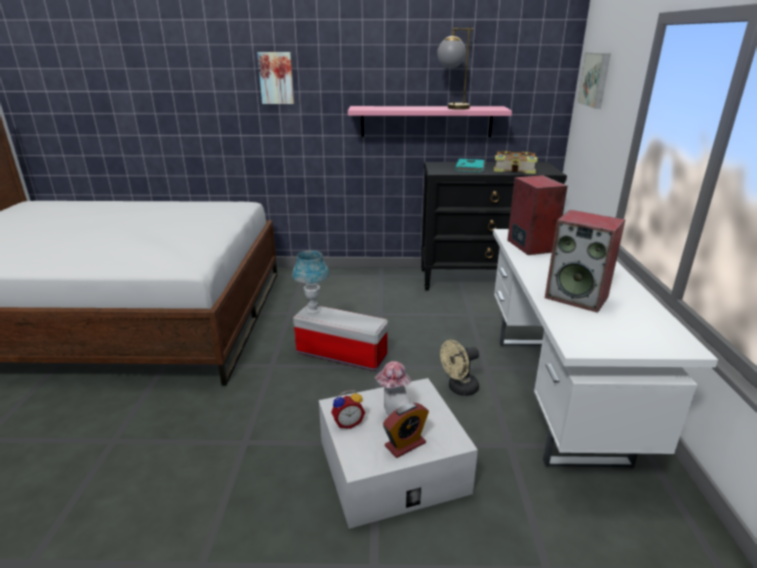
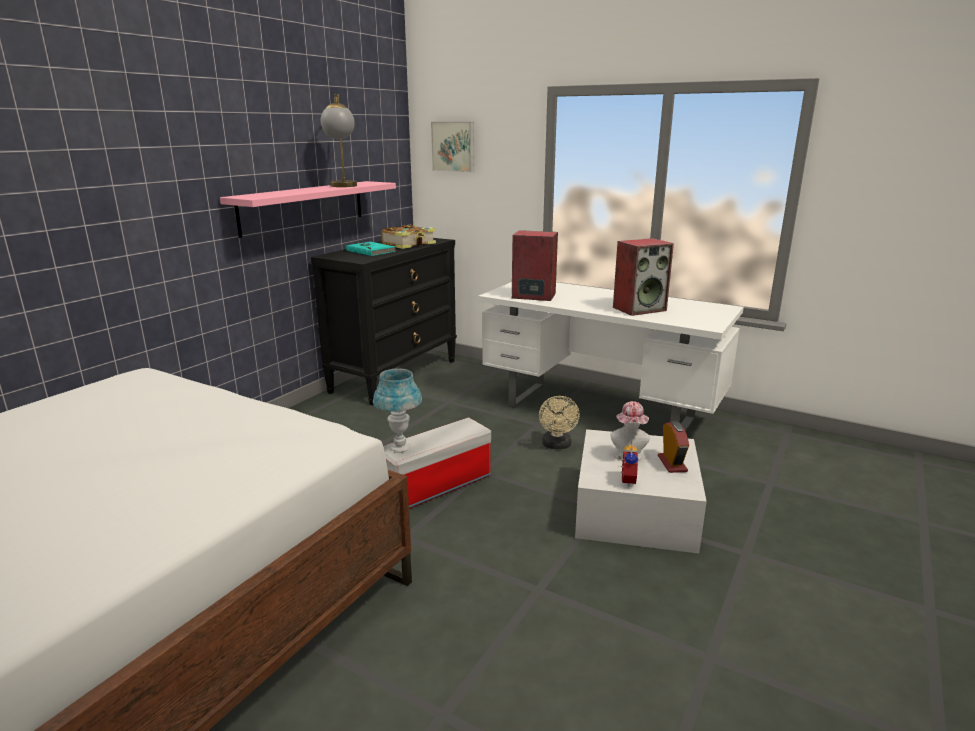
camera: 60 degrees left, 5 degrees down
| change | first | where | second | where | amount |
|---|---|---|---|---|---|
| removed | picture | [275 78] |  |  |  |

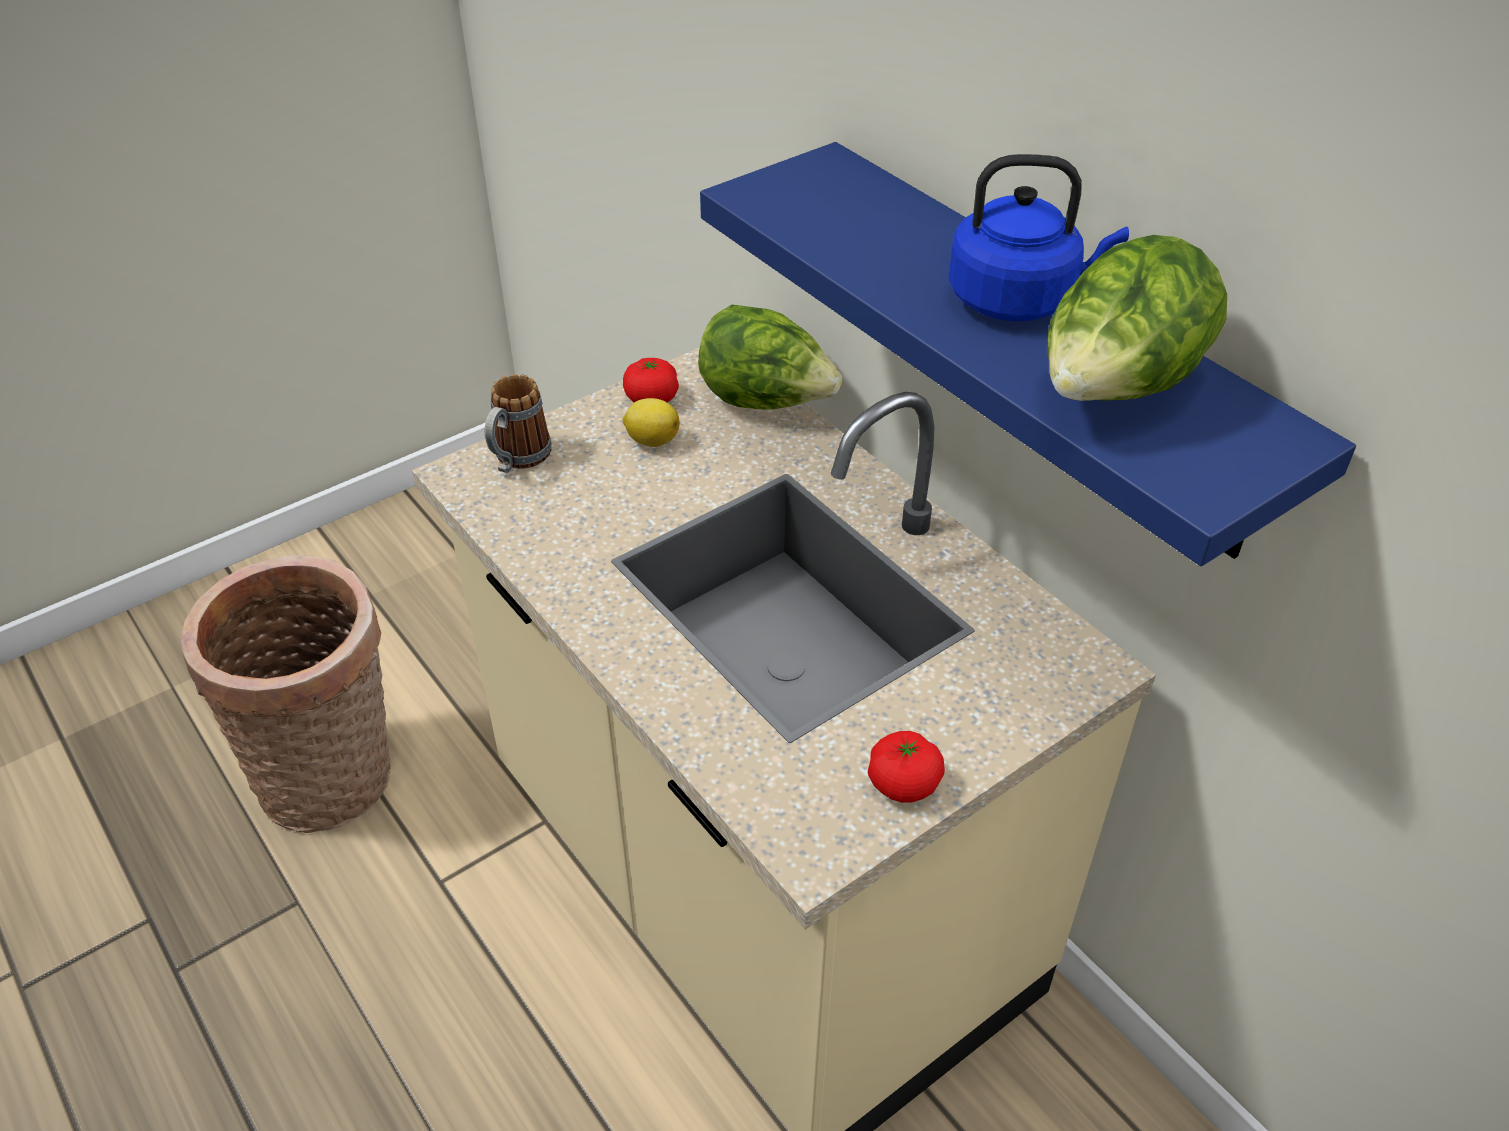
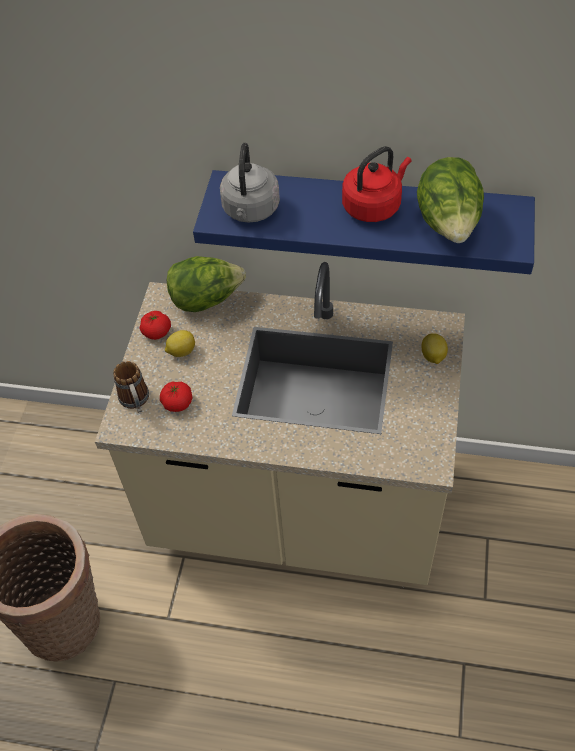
camera: 40 degrees left, 10 degrees up
| change | first | where | second | where | amount |
|---|---|---|---|---|---|
| recoloured | blue kettle | [1039 238] | red kettle | [376 184] |  |
| moved | tomato | [906 767] |  | [176 397] |  |
| added |  |  | grey kettle | [250 183] |  |
| added |  |  | lemon | [434 348] |  |

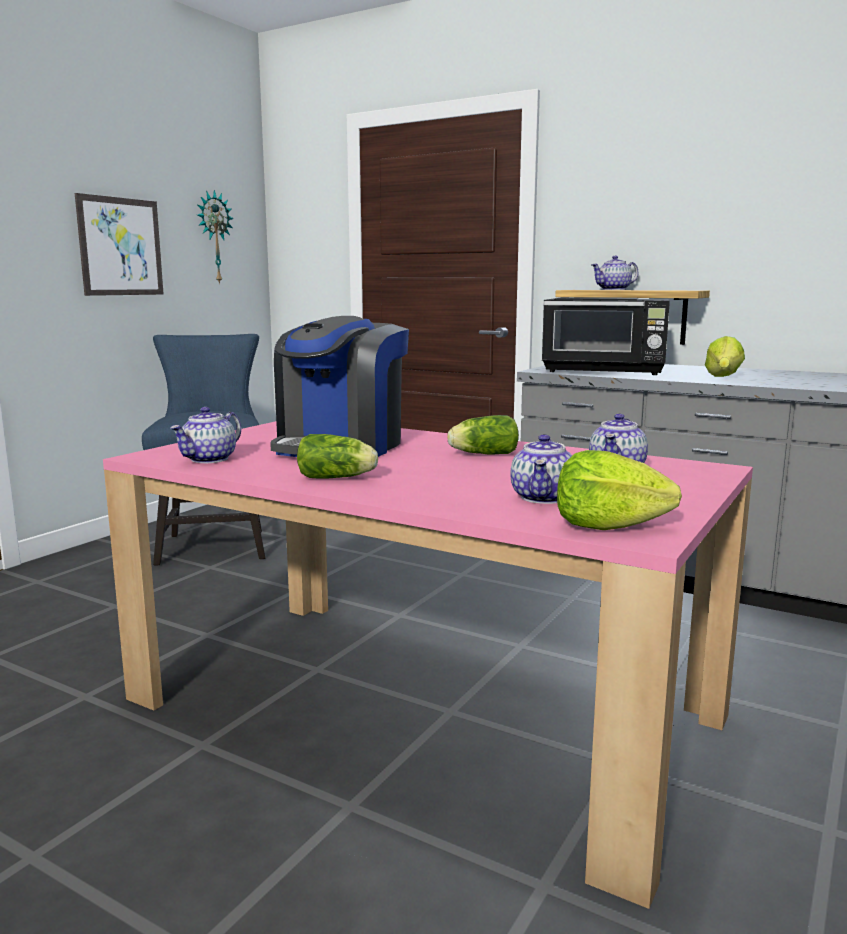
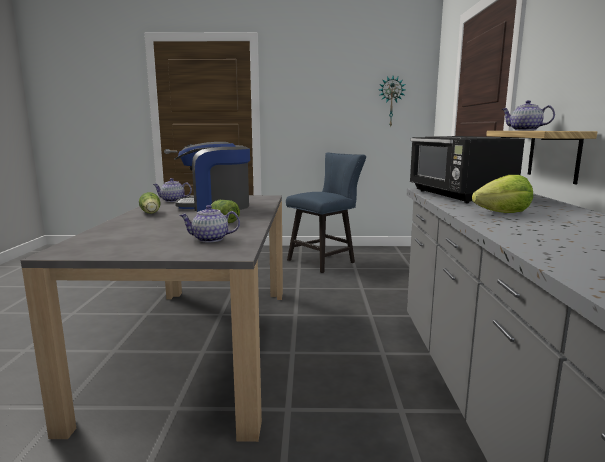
camera: 60 degrees right, 0 degrees up
| change | first | where | second | where | amount |
|---|---|---|---|---|---|
| removed | picture | [119 244] |  |  |  |
| recoloured | pink dining table | [428 665] | grey dining table | [152 318] |  |
| removed | teapot | [541 469] |  |  |  |
| removed | lettuce | [619 490] |  |  |  |

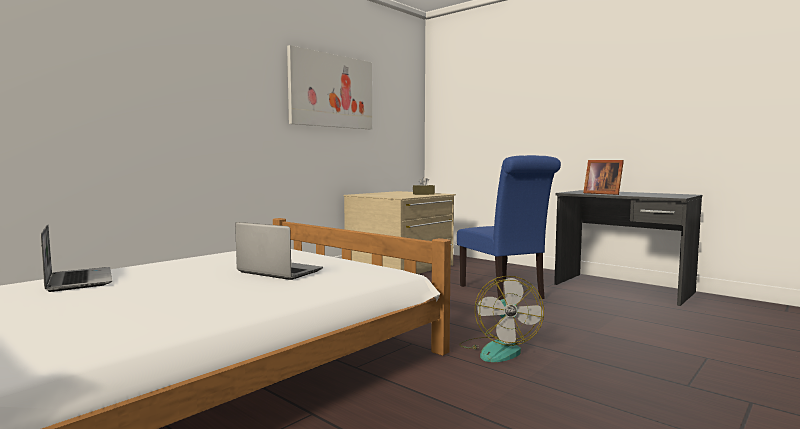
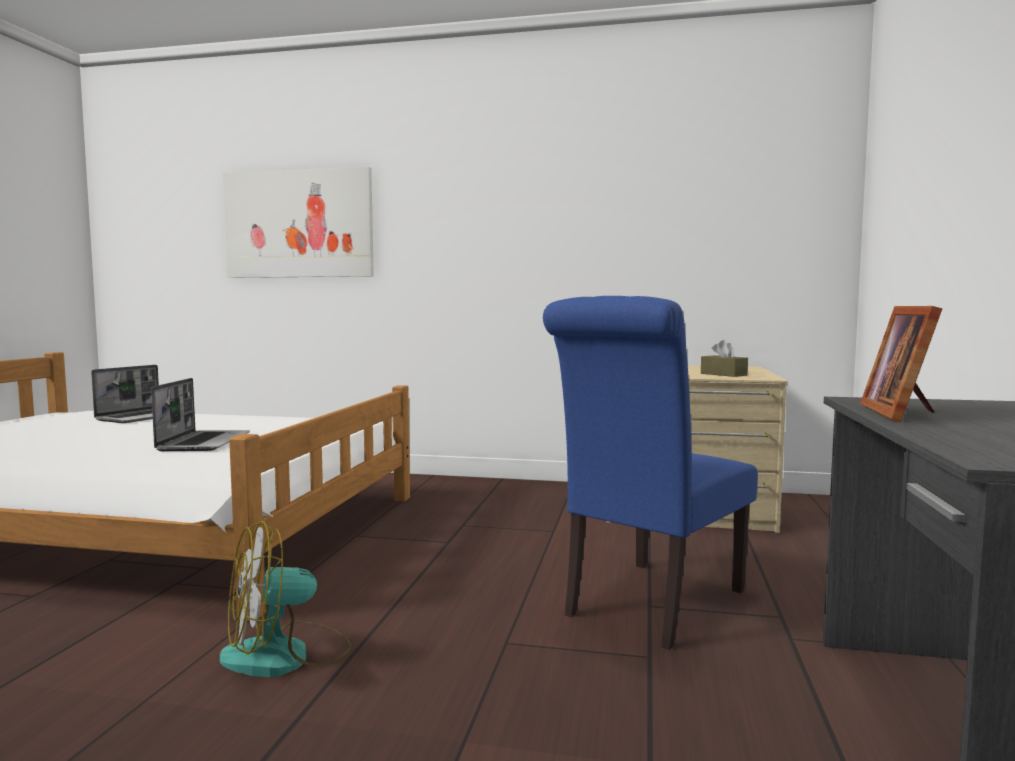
camera: 60 degrees right, 0 degrees up
| change | first | where | second | where | amount |
|---|---|---|---|---|---|
| moved | picture | [329 87] |  | [298 222] |  |

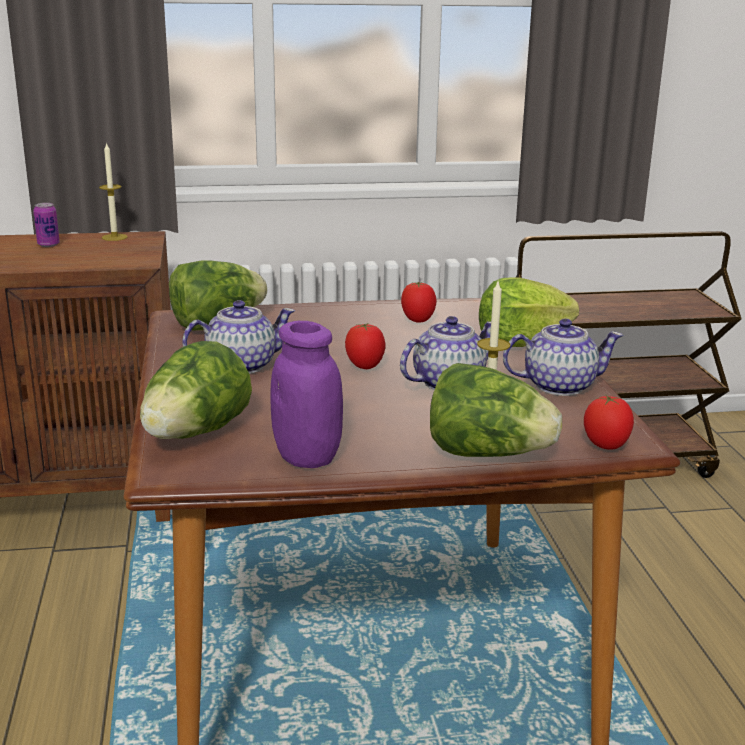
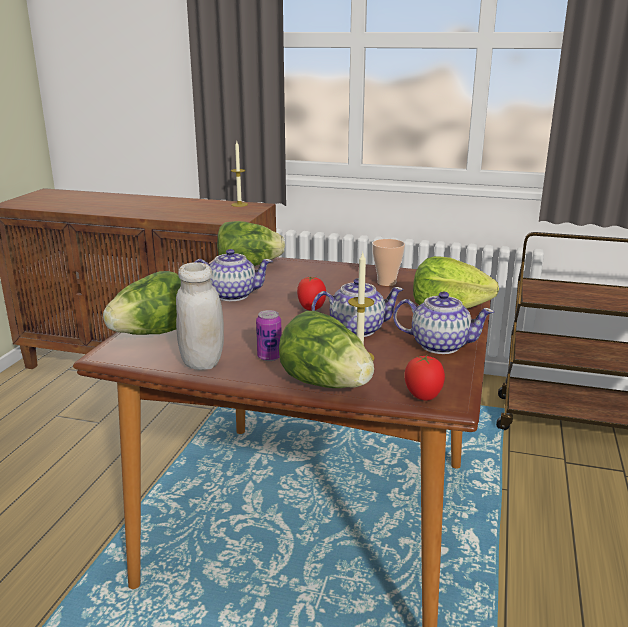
camera: 25 degrees right, 0 degrees up
| change | first | where | second | where | amount |
|---|---|---|---|---|---|
| moved | can | [46 225] |  | [269 335] |  |
| replaced | tomato | [418 302] | cup | [388 262] |  |
| recoloured | purple jar | [306 394] | white jar | [200 316] |  |

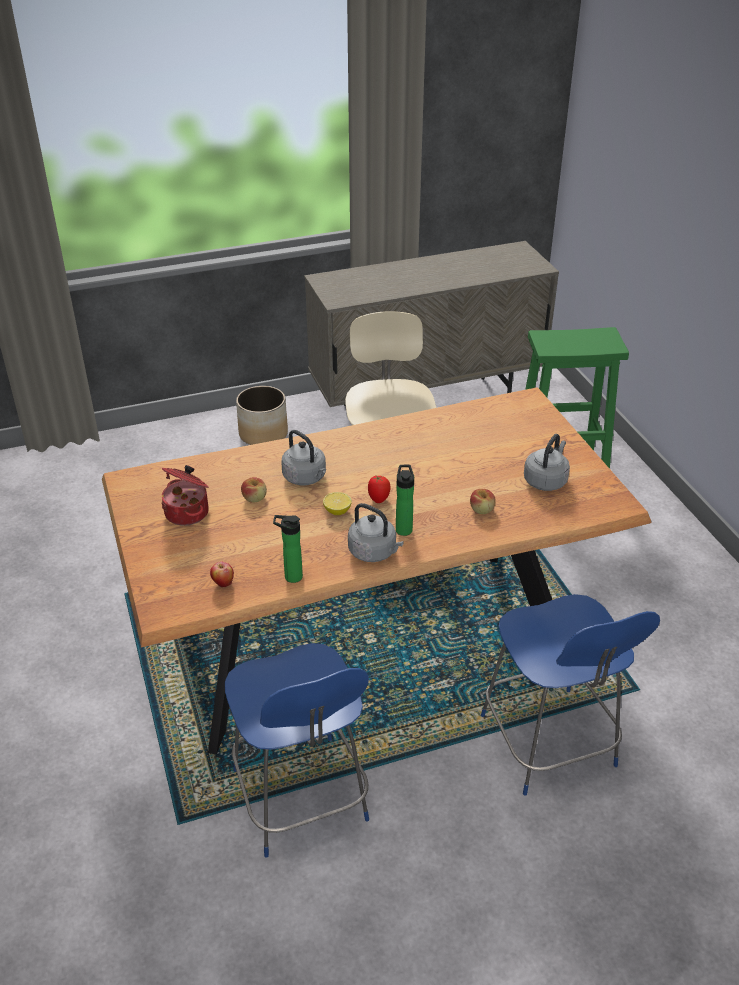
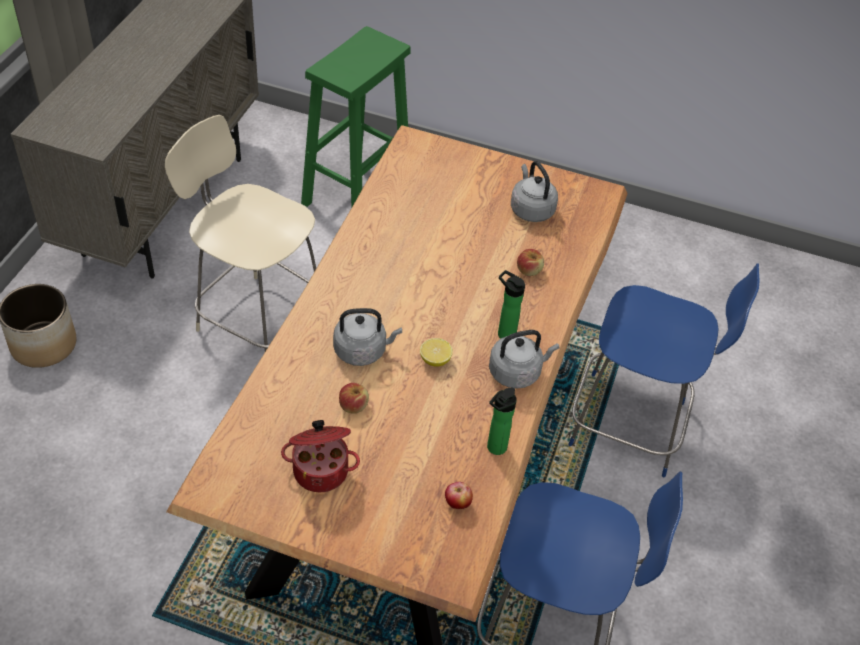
camera: 55 degrees left, 10 degrees up
| change | first | where | second | where | amount |
|---|---|---|---|---|---|
| removed | tomato | [379 489] |  |  |  |

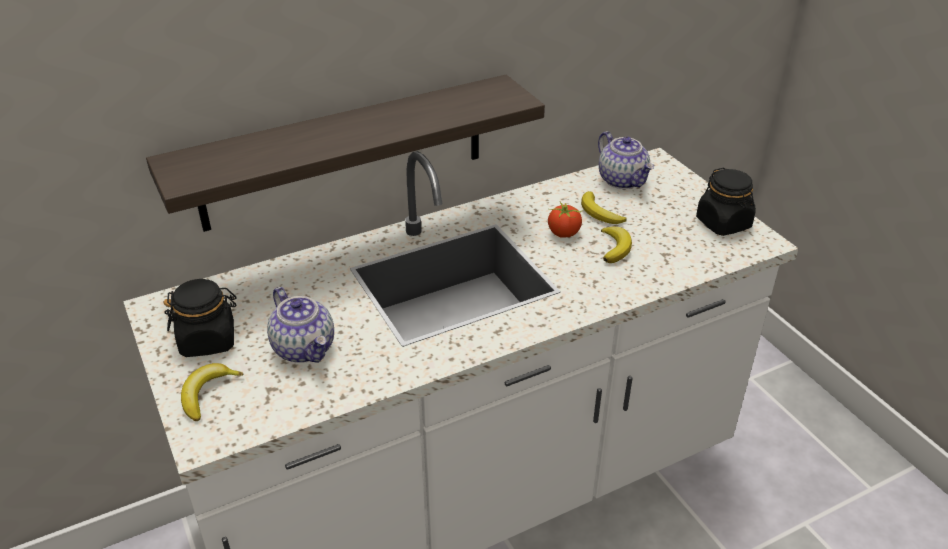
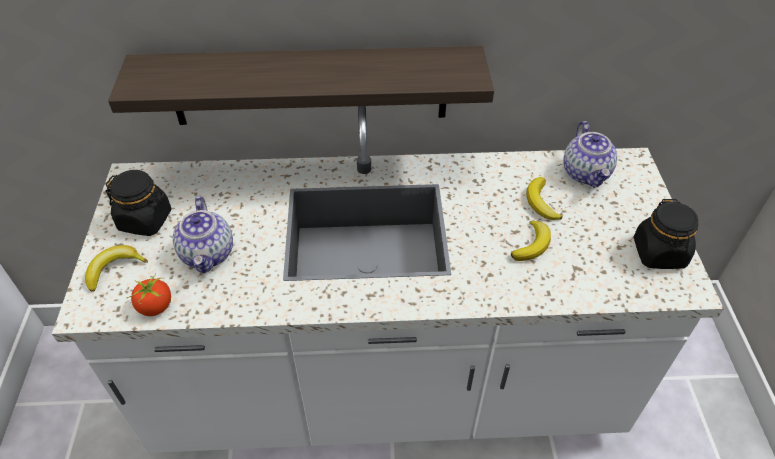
camera: 25 degrees right, 10 degrees up
| change | first | where | second | where | amount |
|---|---|---|---|---|---|
| moved | tomato | [565 219] |  | [148 294] |  |

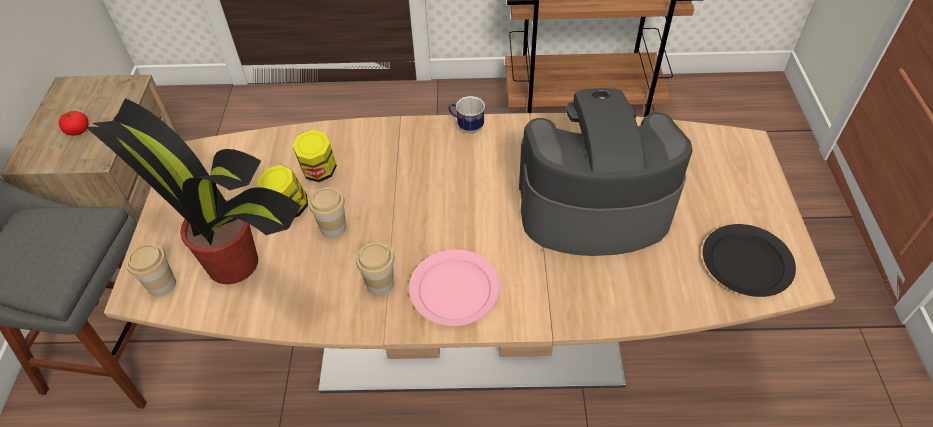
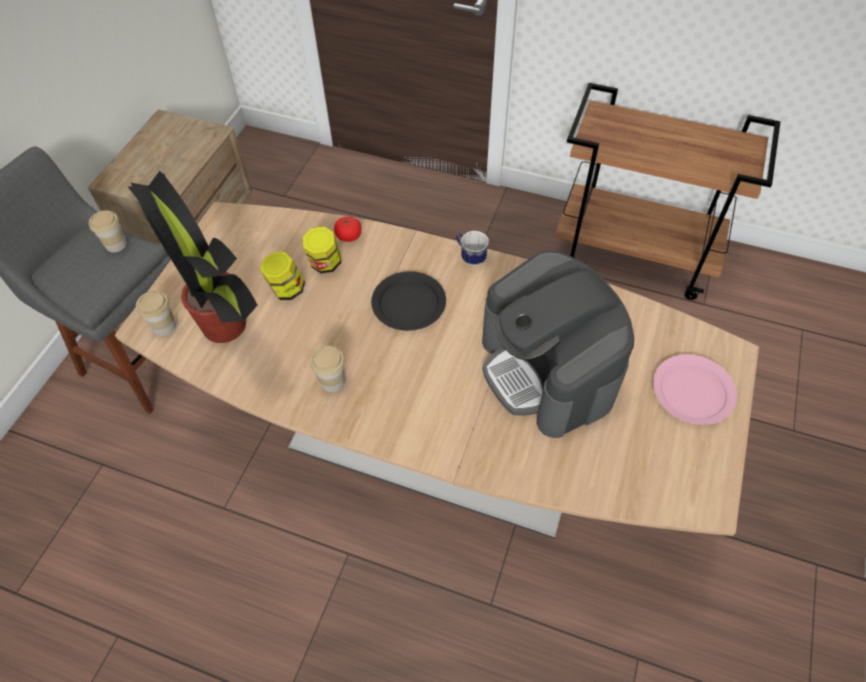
camera: 20 degrees right, 5 degrees up
| change | first | where | second | where | amount |
|---|---|---|---|---|---|
| turned | coffee machine | [605 172] |  | [558 344] | 135 degrees counterclockwise |
| moved | tomato | [73 123] |  | [347 229] |  |
| moved | cup | [327 212] |  | [108 231] |  |
| moved | black plate | [749 260] |  | [408 301] |  |
| moved | pink plate | [454 287] |  | [695 389] |  |

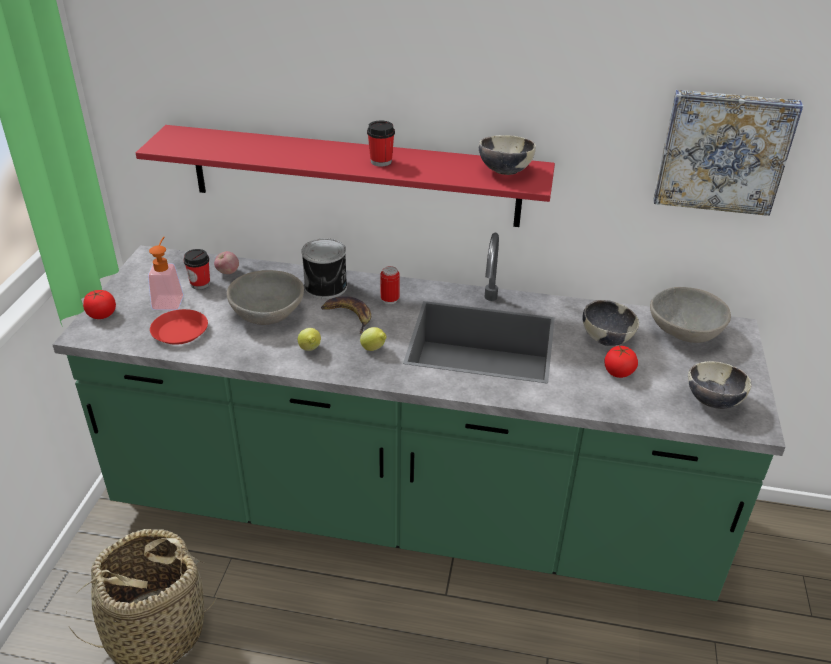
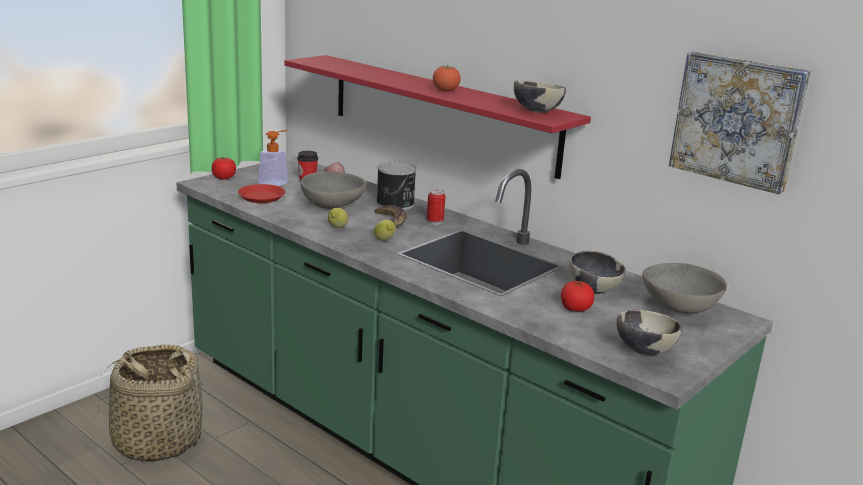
camera: 30 degrees right, 15 degrees down
| change | first | where | second | where | amount |
|---|---|---|---|---|---|
| replaced | cup | [381 144] | tomato | [447 77] |  |

